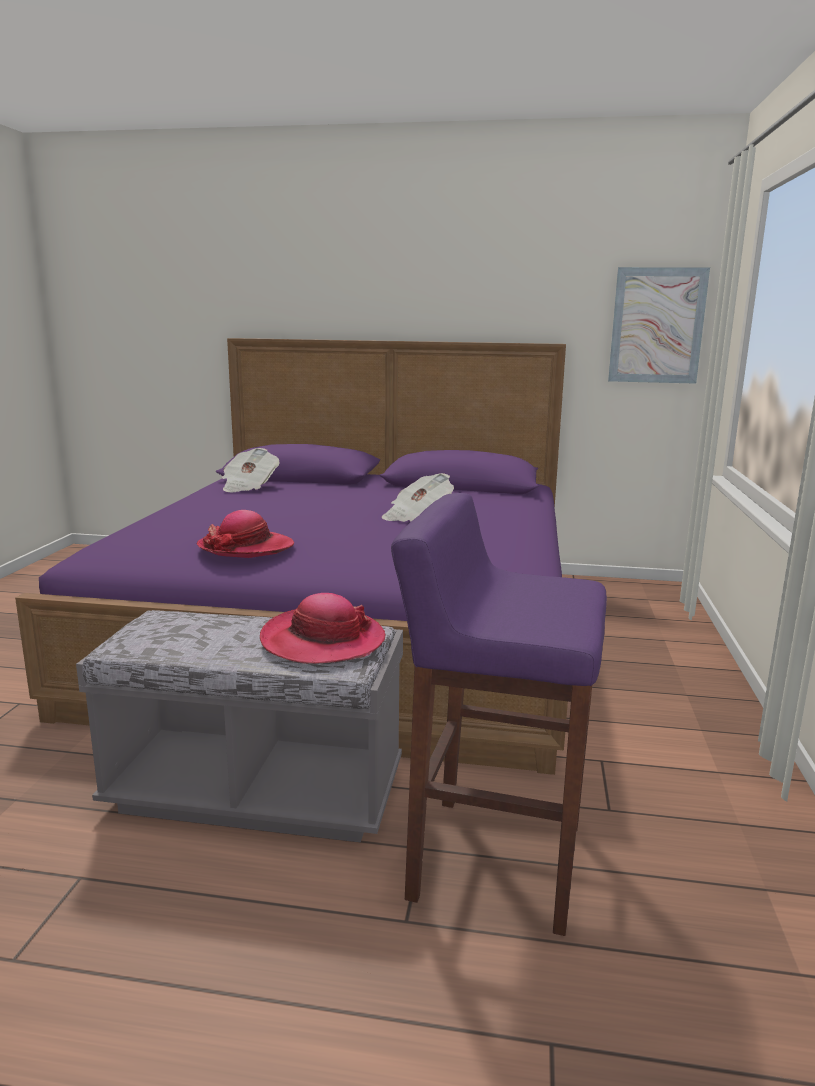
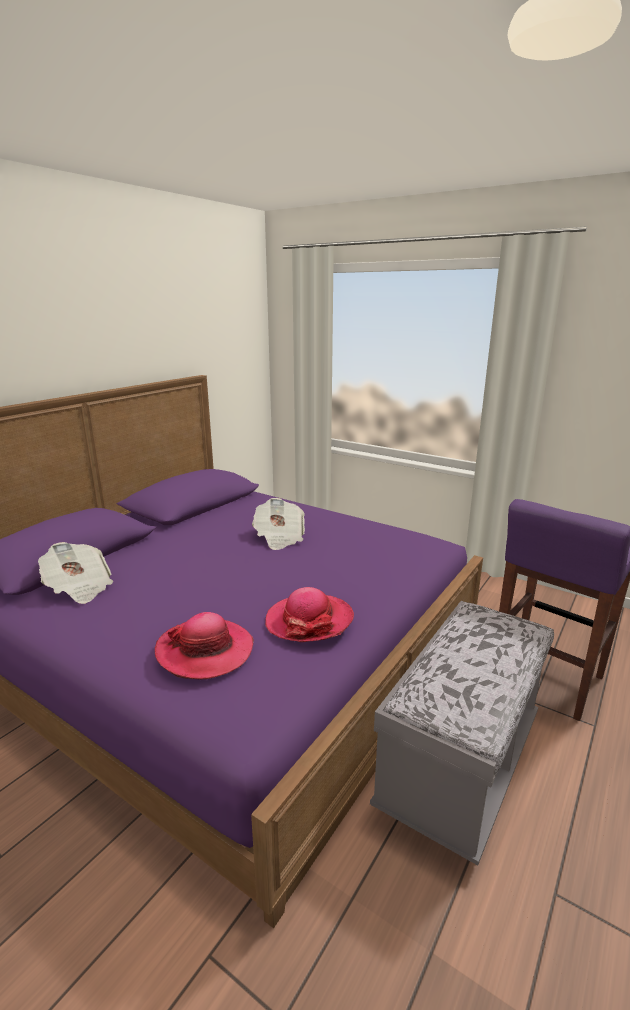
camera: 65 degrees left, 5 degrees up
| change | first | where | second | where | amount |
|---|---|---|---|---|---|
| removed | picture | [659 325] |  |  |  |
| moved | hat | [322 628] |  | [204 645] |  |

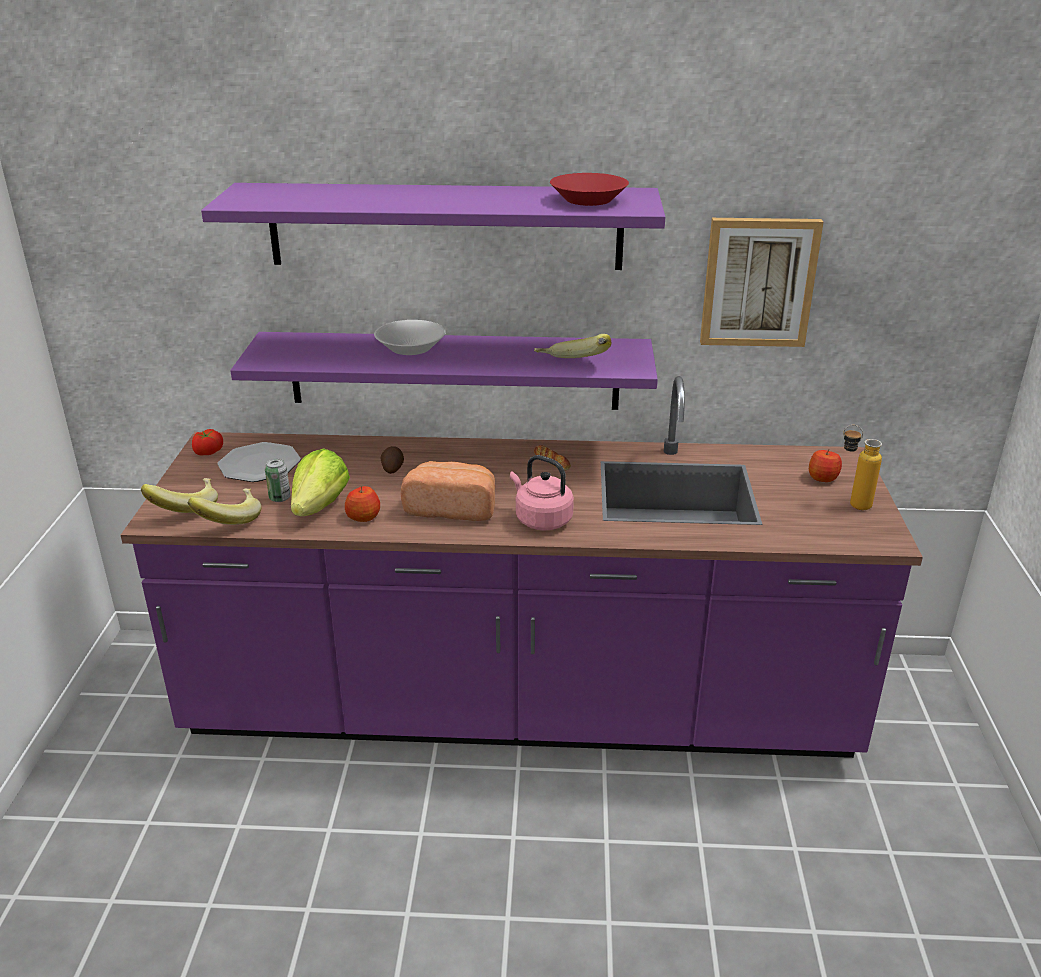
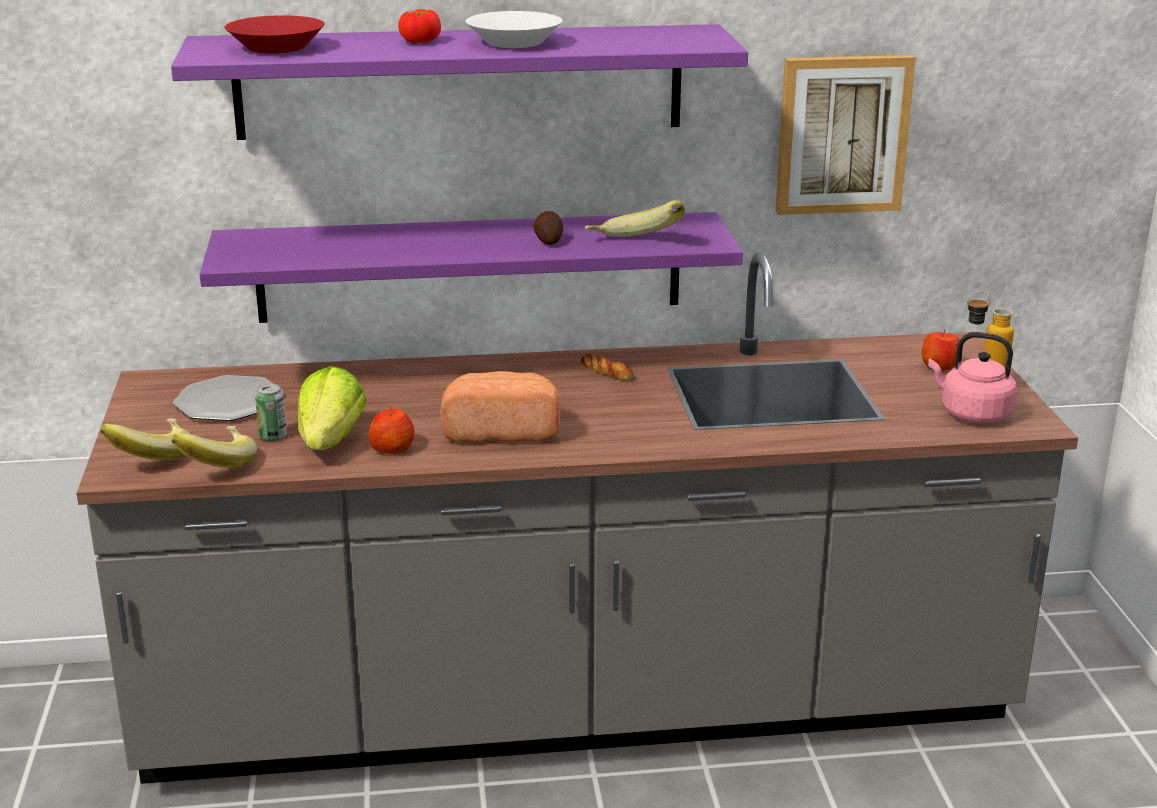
camera: 10 degrees left, 5 degrees down
| change | first | where | second | where | amount |
|---|---|---|---|---|---|
| moved | red bowl | [589 189] |  | [274 34] |  |
| moved | white bowl | [410 337] |  | [514 29] |  |
| recoloured | purple counter | [522 567] | grey counter | [577 518] |  |
| moved | tomato | [207 442] |  | [419 26] |  |
| moved | potato | [392 460] |  | [548 228] |  |
| moved | pink kettle | [542 493] |  | [972 377] |  |

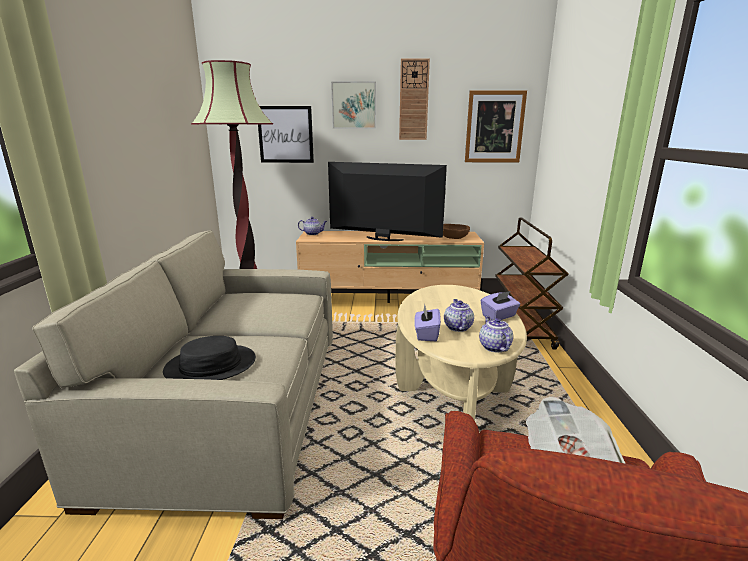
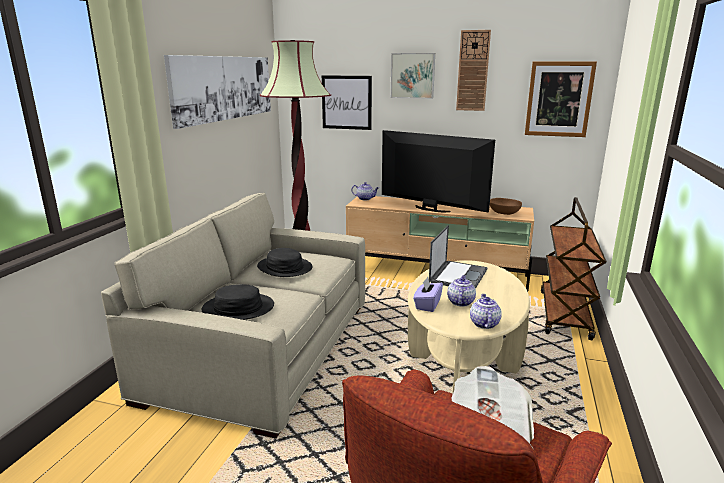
camera: 15 degrees right, 0 degrees up
| change | first | where | second | where | amount |
|---|---|---|---|---|---|
| removed | purple tissue box | [500 305] |  |  |  |
| added |  |  | picture | [217 92] |  |
| added |  |  | laptop | [458 257] |  |
| added |  |  | black hat | [285 262] |  |

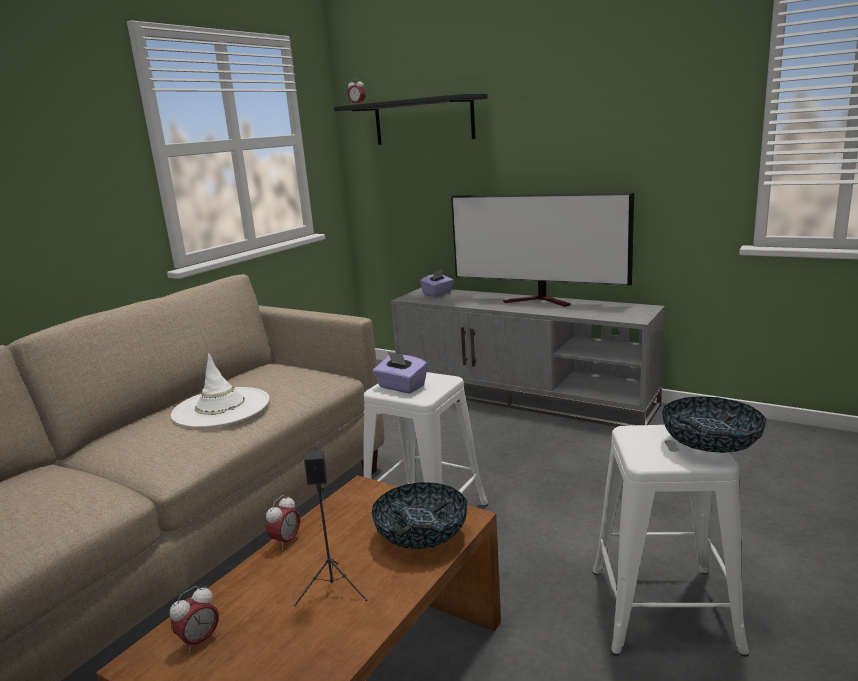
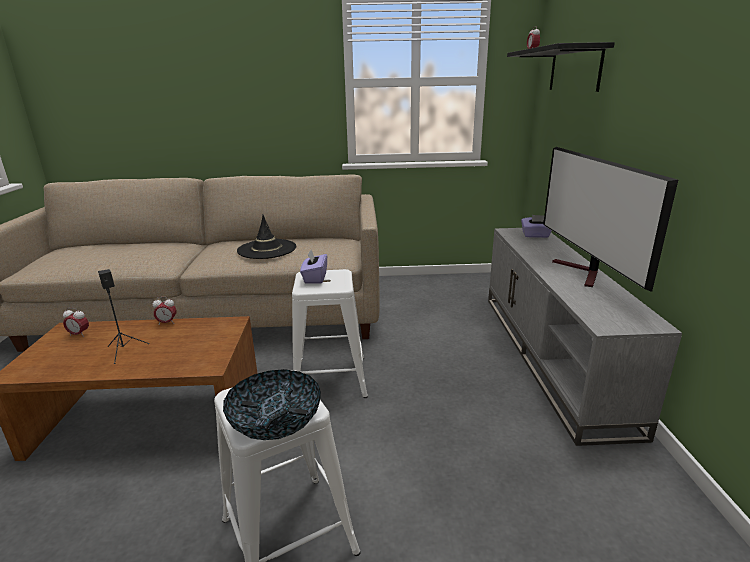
camera: 55 degrees right, 5 degrees up
| change | first | where | second | where | amount |
|---|---|---|---|---|---|
| recoloured | white hat | [220 390] | black hat | [266 237] |  |
| removed | bowl | [419 515] |  |  |  |

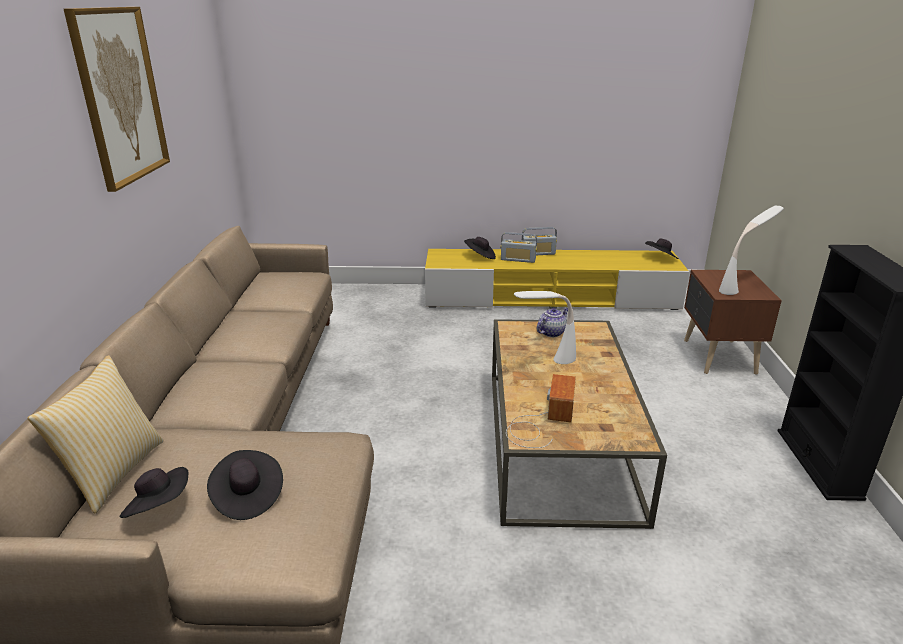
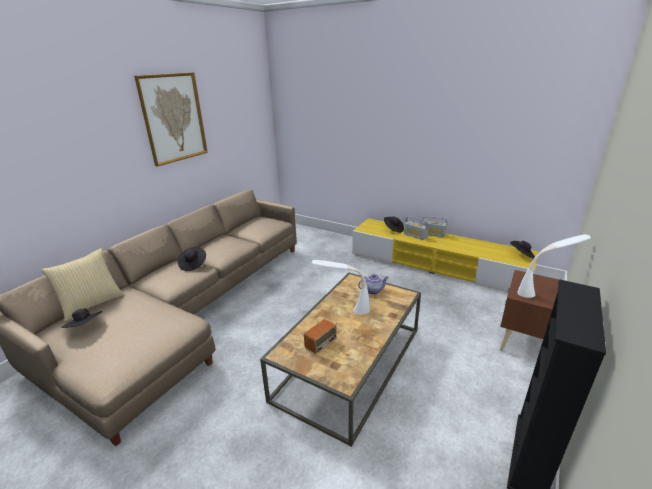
camera: 30 degrees right, 0 degrees up
| change | first | where | second | where | amount |
|---|---|---|---|---|---|
| moved | black hat | [245 485] |  | [192 259] |  |

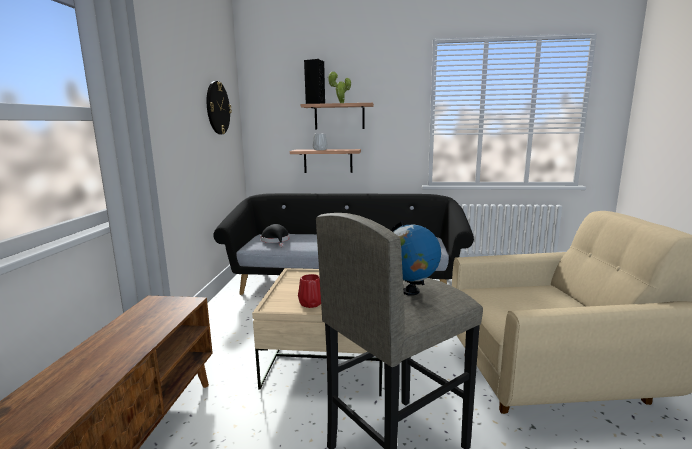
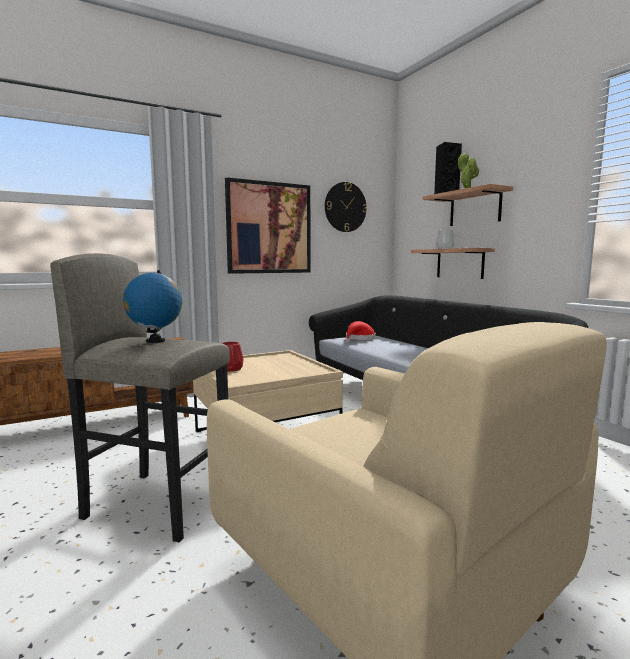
camera: 55 degrees right, 5 degrees down
| change | first | where | second | where | amount |
|---|---|---|---|---|---|
| recoloured | black hat | [275 235] | red hat | [360 332] |  |
| added |  |  | picture | [267 225] |  |

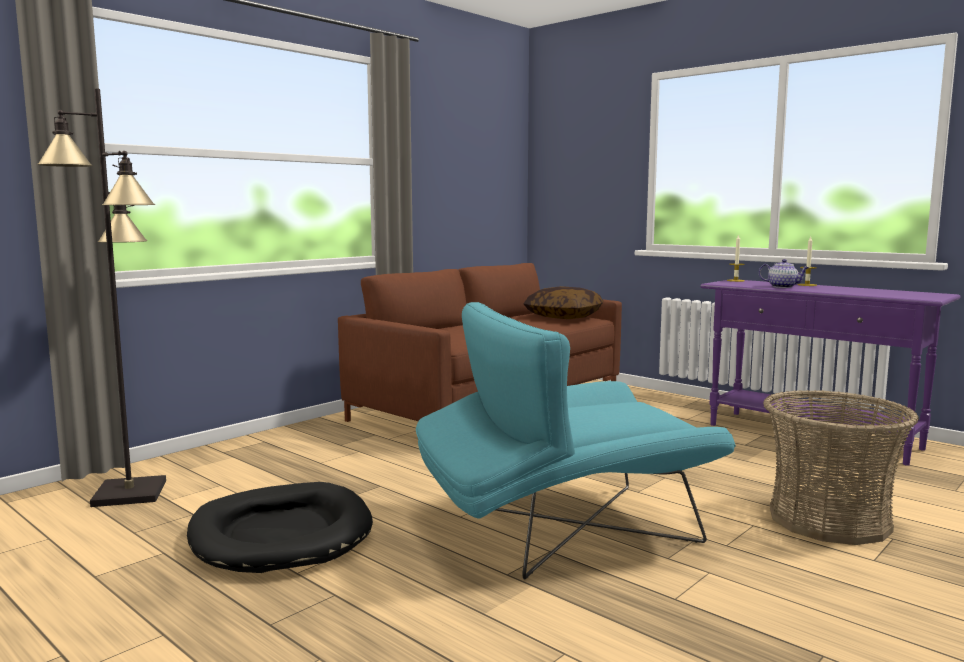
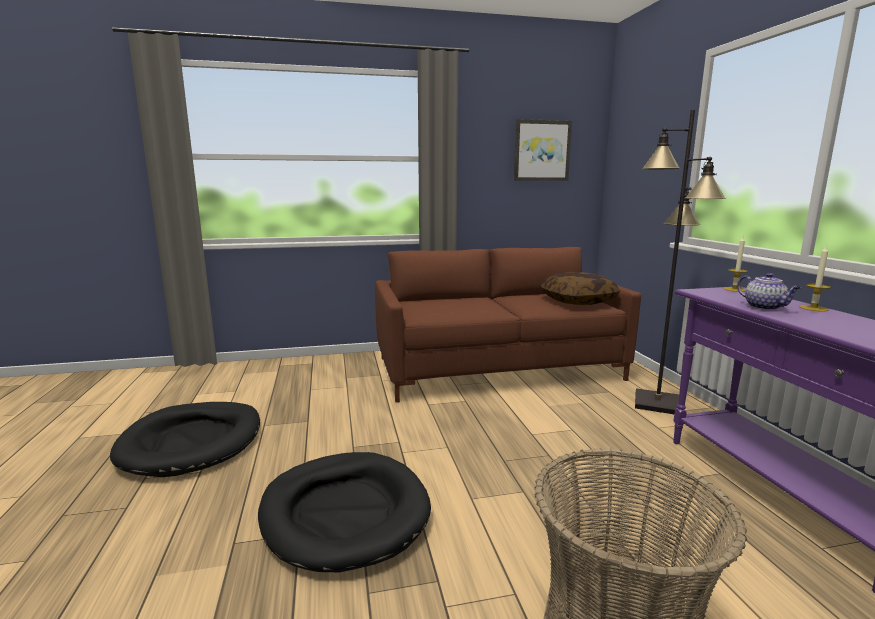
camera: 35 degrees right, 5 degrees up
| change | first | where | second | where | amount |
|---|---|---|---|---|---|
| moved | black floor lamp | [101 297] |  | [680 261] |  |
| replaced | turquoise armchair | [576 441] | black dog bed | [344 512] |  |
| added |  |  | picture | [543 150] |  |

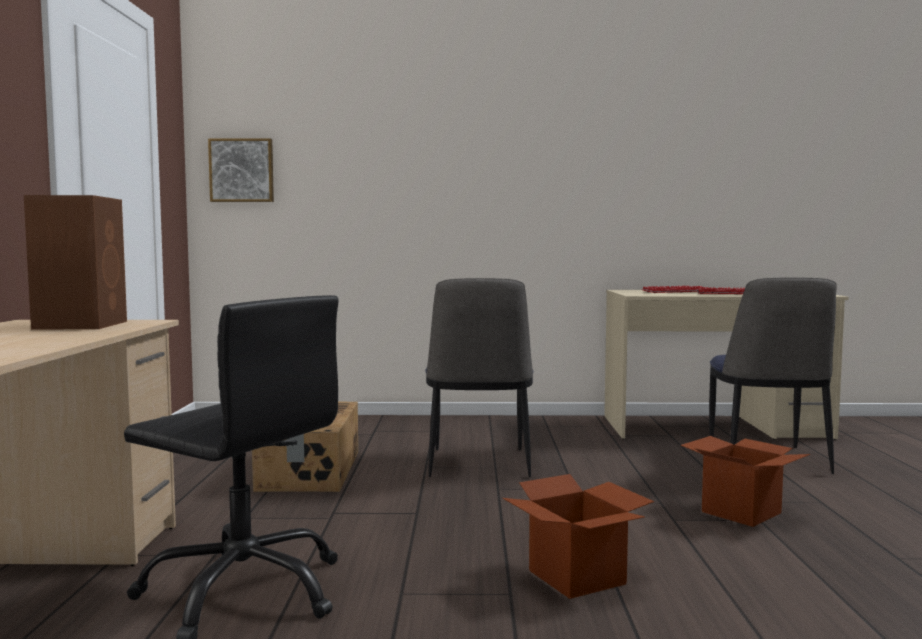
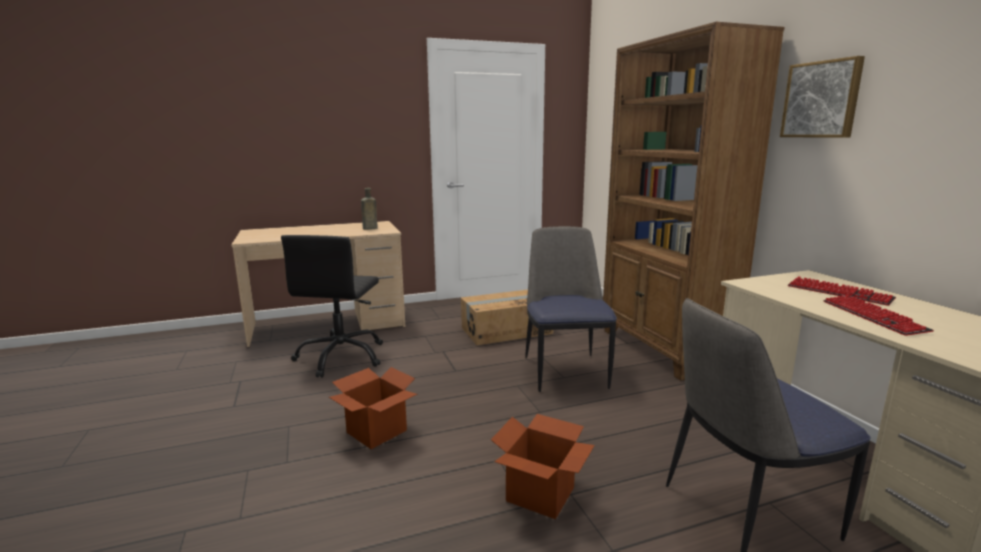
camera: 70 degrees right, 10 degrees up
| change | first | where | second | where | amount |
|---|---|---|---|---|---|
| moved | picture | [241 170] |  | [822 97] |  |
| replaced | brown speaker | [75 262] | brown bottle | [369 209] |  |
| turned | chair | [479 377] |  | [571 309] | 105 degrees clockwise |
| added |  |  | brown bookcase | [693 201] |  |

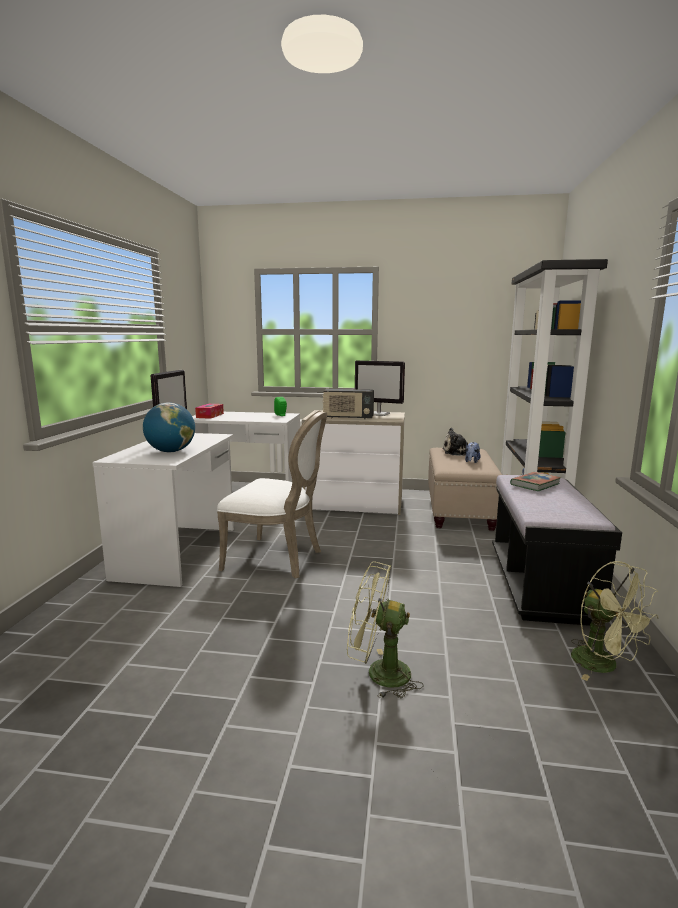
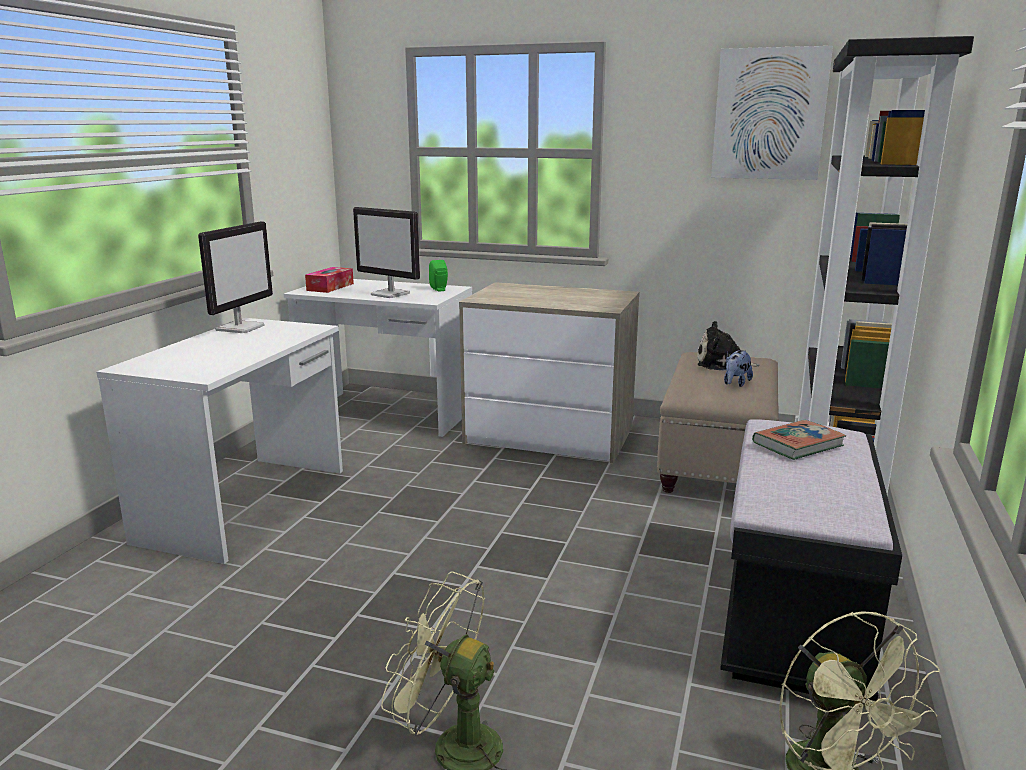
camera: 10 degrees right, 5 degrees up
| change | first | where | second | where | amount |
|---|---|---|---|---|---|
| moved | monitor | [380 388] |  | [386 252] |  |
| removed | radio | [348 404] |  |  |  |
| removed | globe | [169 427] |  |  |  |
| removed | white chair | [272 494] |  |  |  |
| added |  |  | picture | [772 113] |  |

